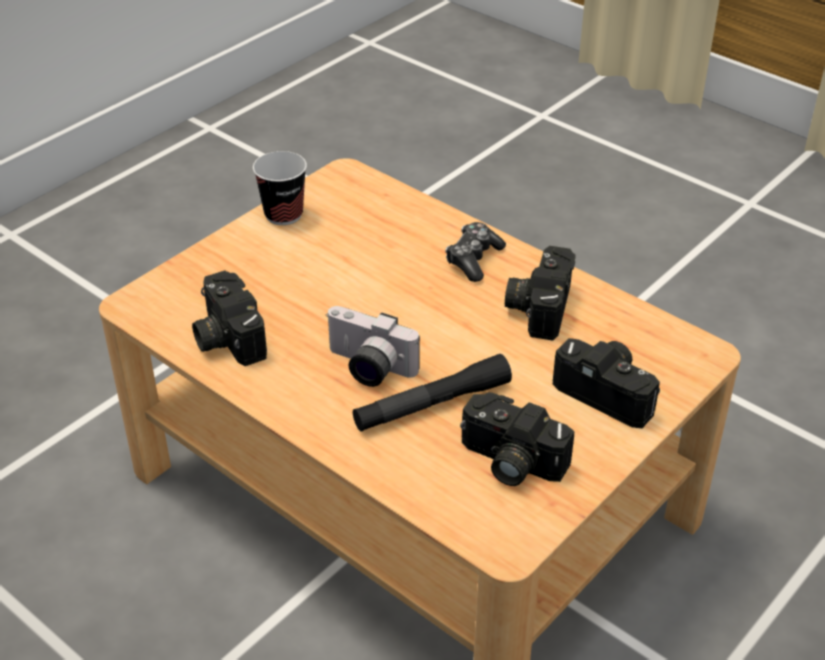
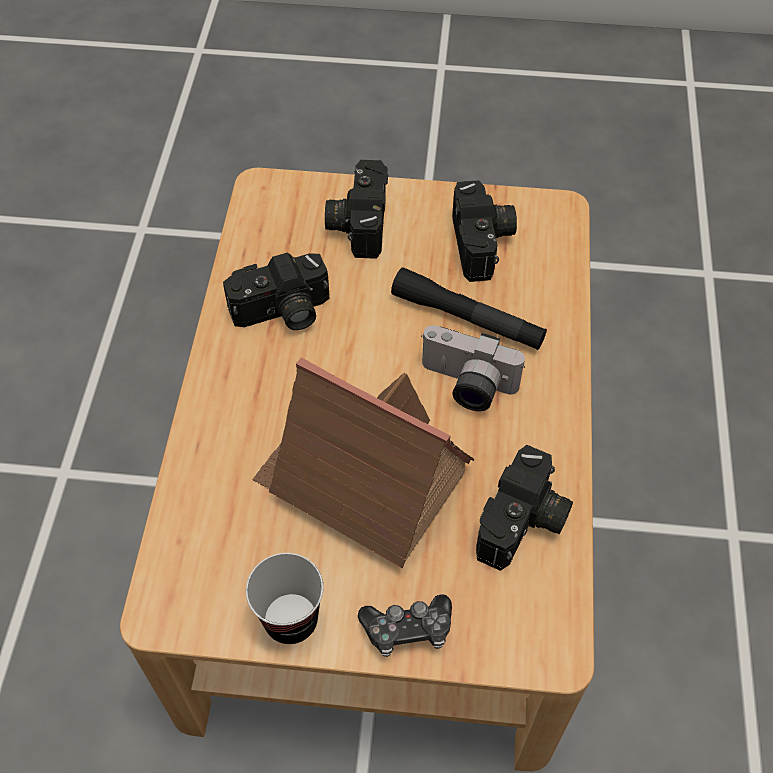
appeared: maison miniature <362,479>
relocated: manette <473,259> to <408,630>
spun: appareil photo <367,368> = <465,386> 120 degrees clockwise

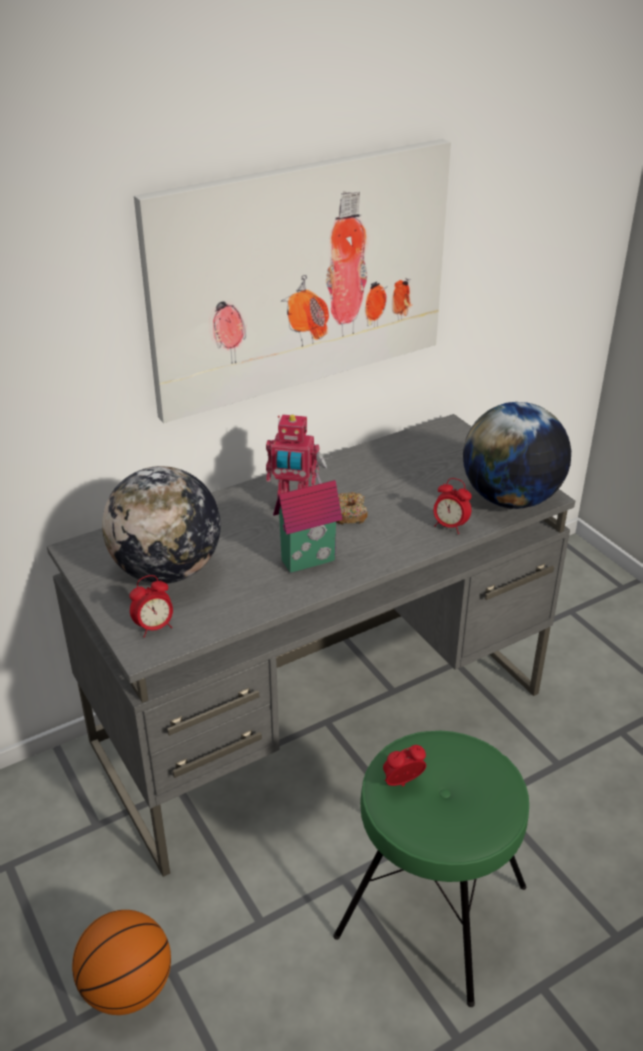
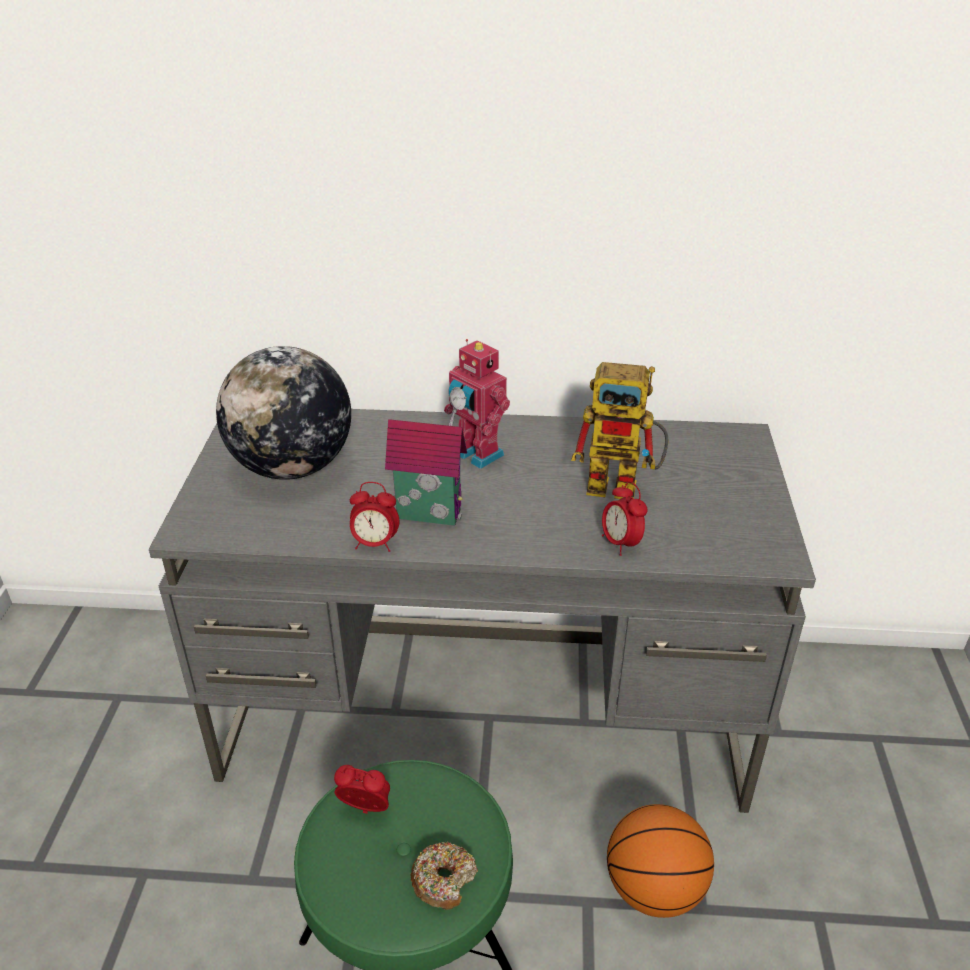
missing: tableau <300,277>; globe <511,499>
appeared: robot jouet <624,485>
relocated: réveil <154,627> to <375,544>; beignet <348,514> to <444,880>; ballon de basket <127,987> to <654,889>

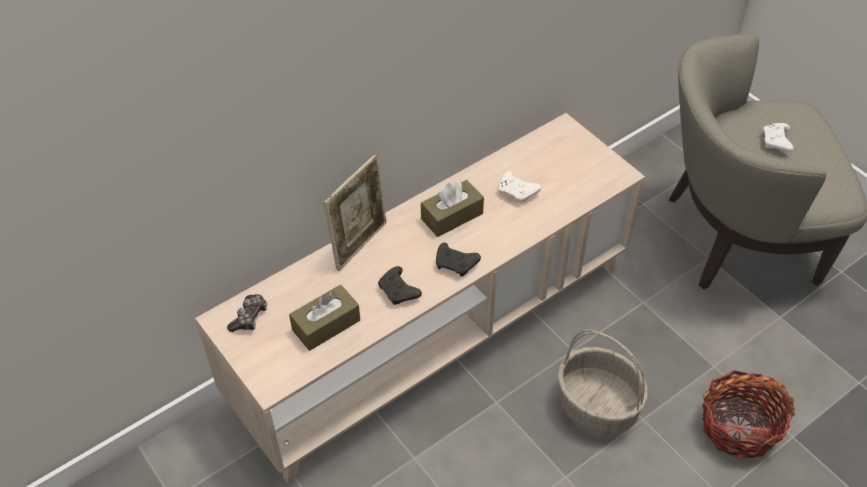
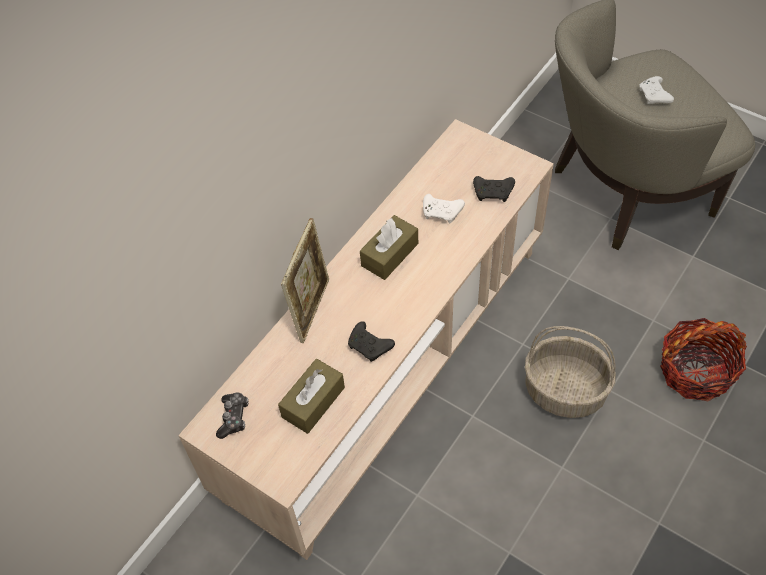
relocated: manette/noir <456,264> to <493,193>

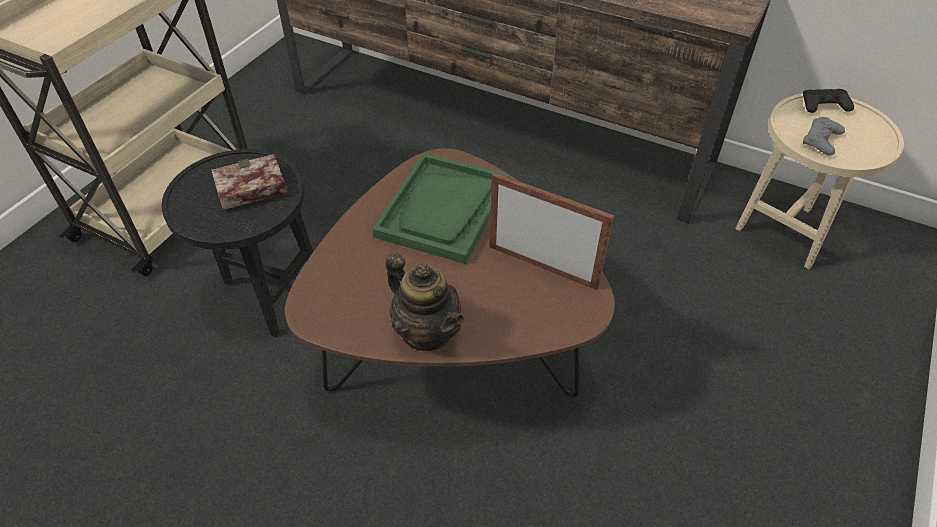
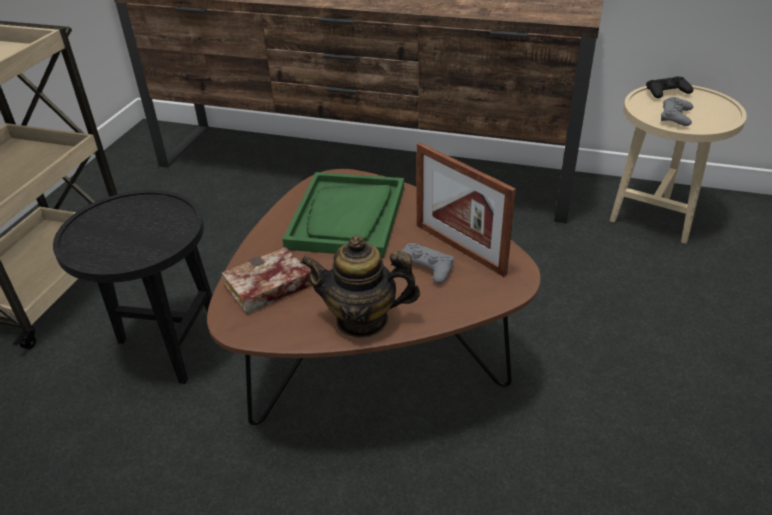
appeared: manette/gris <425,268>
relocated: livre <248,190> to <266,289>
spun: théière <427,331> = <362,320> 150 degrees clockwise; cadre photo <542,266> = <459,249> 150 degrees counterclockwise

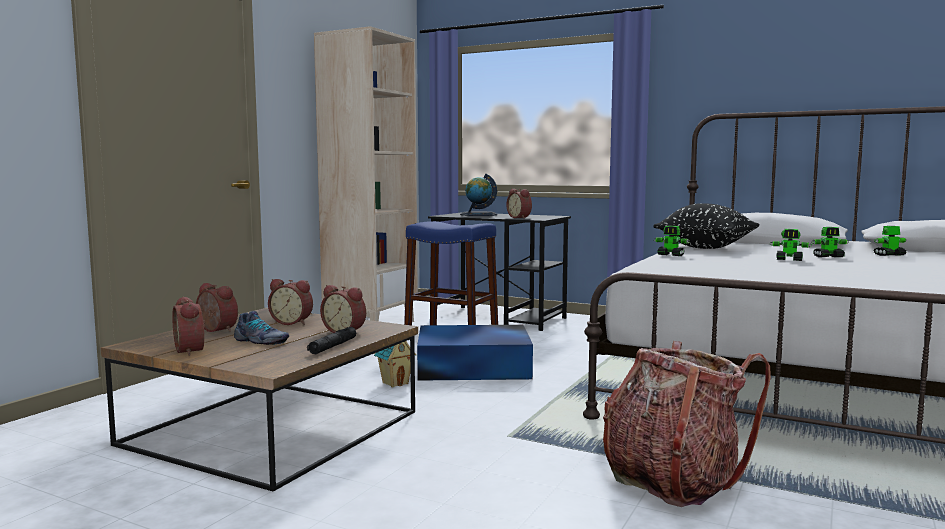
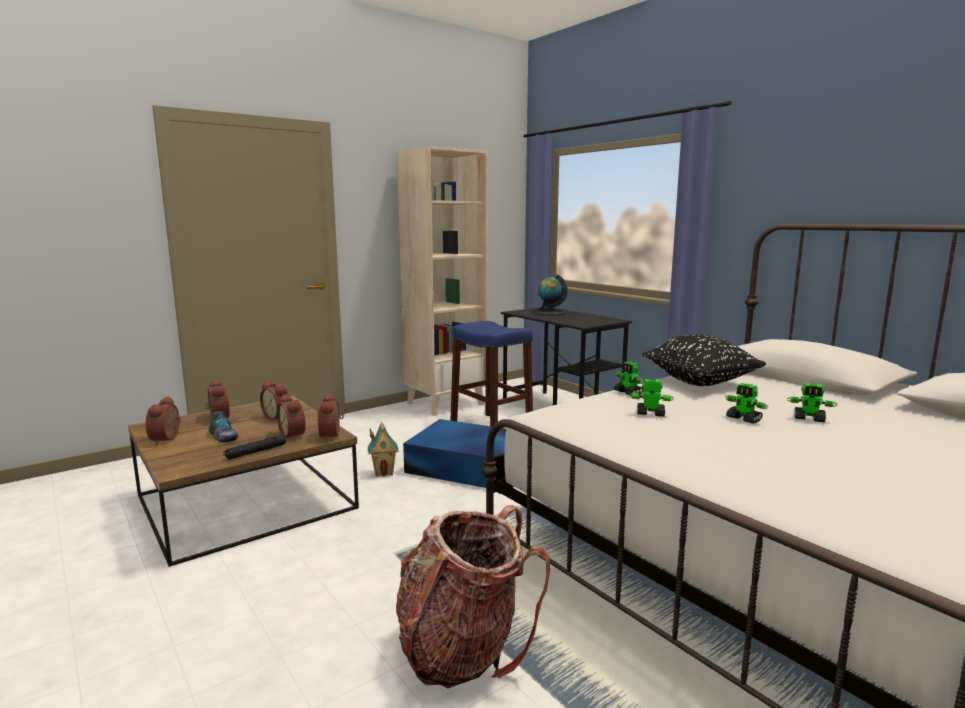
relocated: réveil <520,218> to <332,435>; robot jouet <889,255> to <650,414>

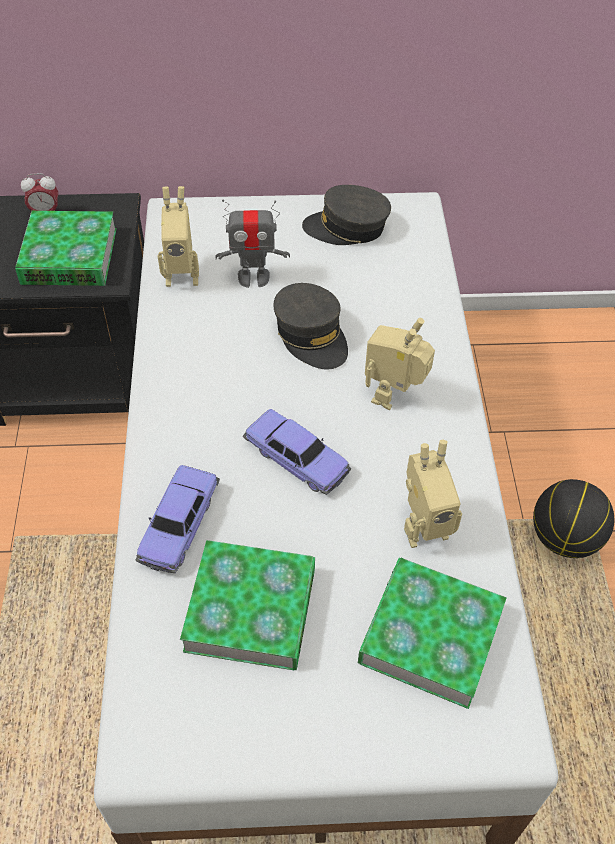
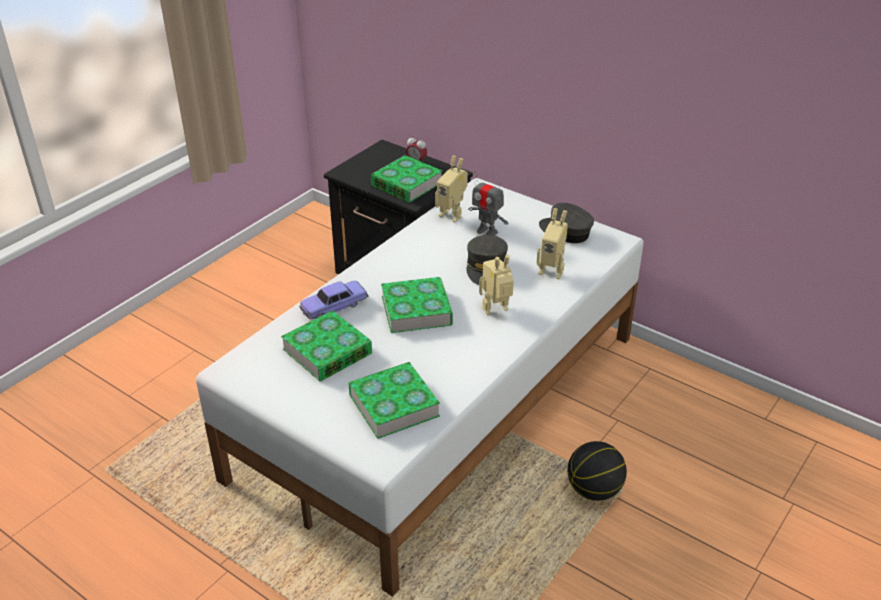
relocated: robot jouet <423,527> to <552,271>
exchanged: petite voiture <296,459> to livre <416,310>

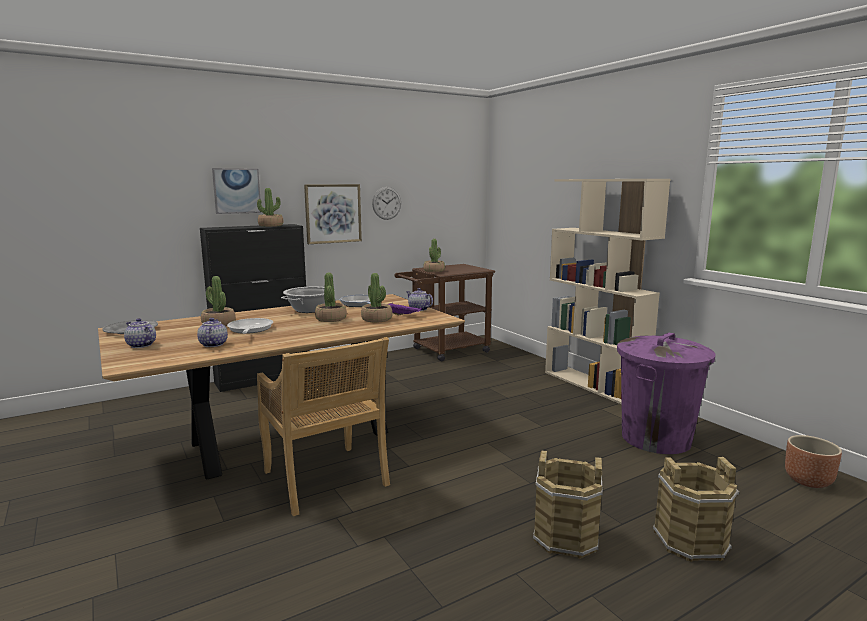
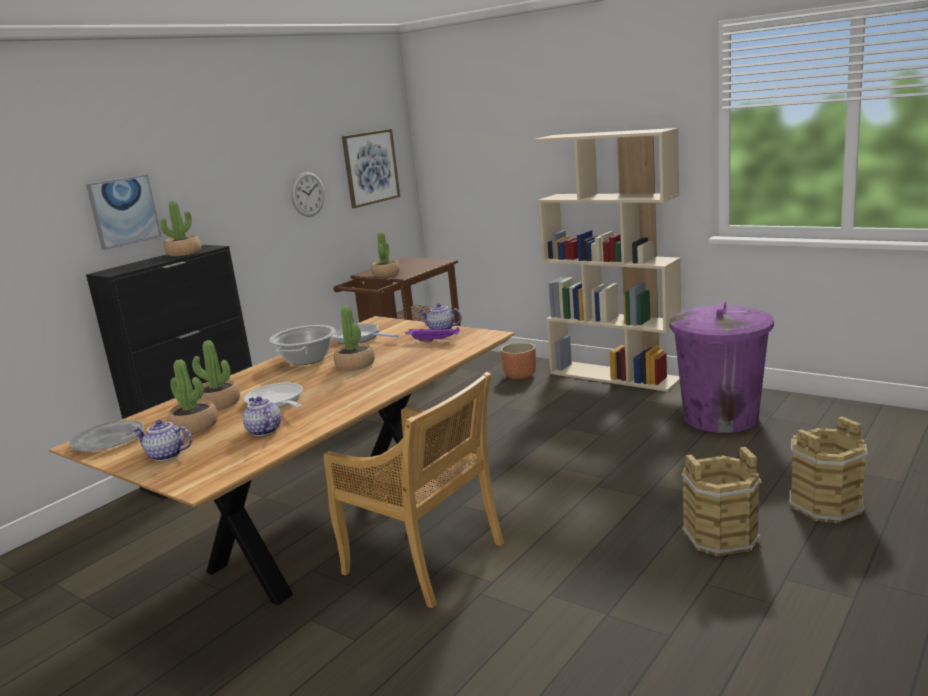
relocated: plante en pot <377,319> to <195,426>; tableau <333,213> to <370,167>; cache-pot/marron <808,481> to <520,376>

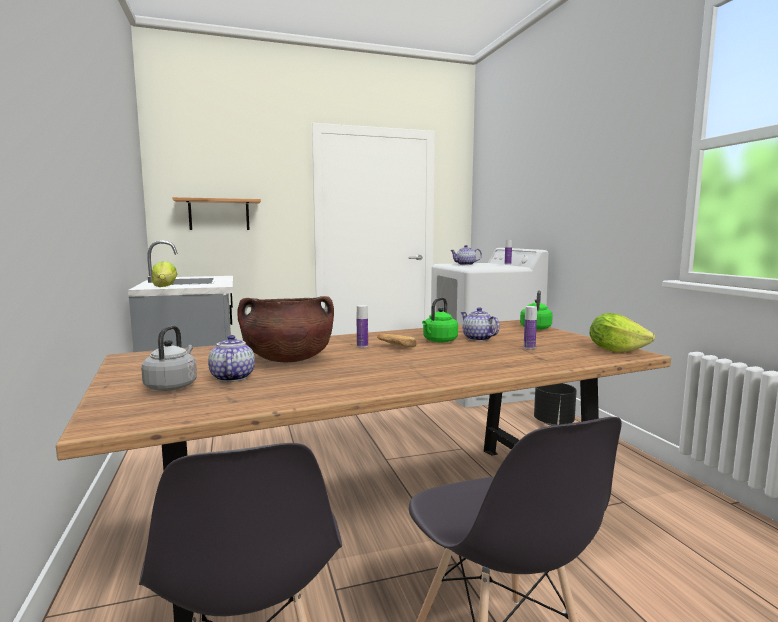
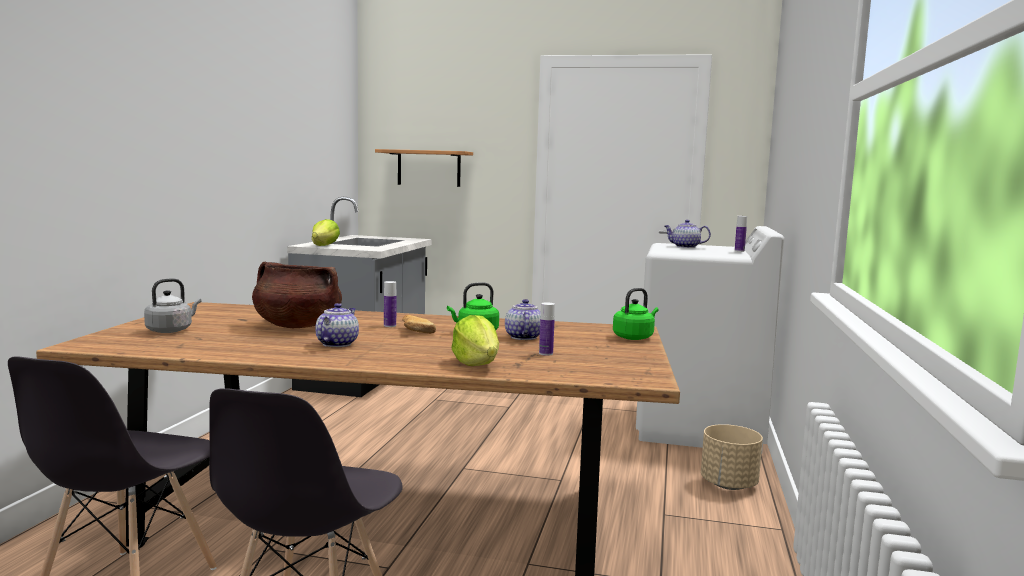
relocated: théière <231,377> to <336,344>; laitue <616,350> to <476,364>
colour: cache-pot/noir <554,423> to cache-pot/beige <729,485>

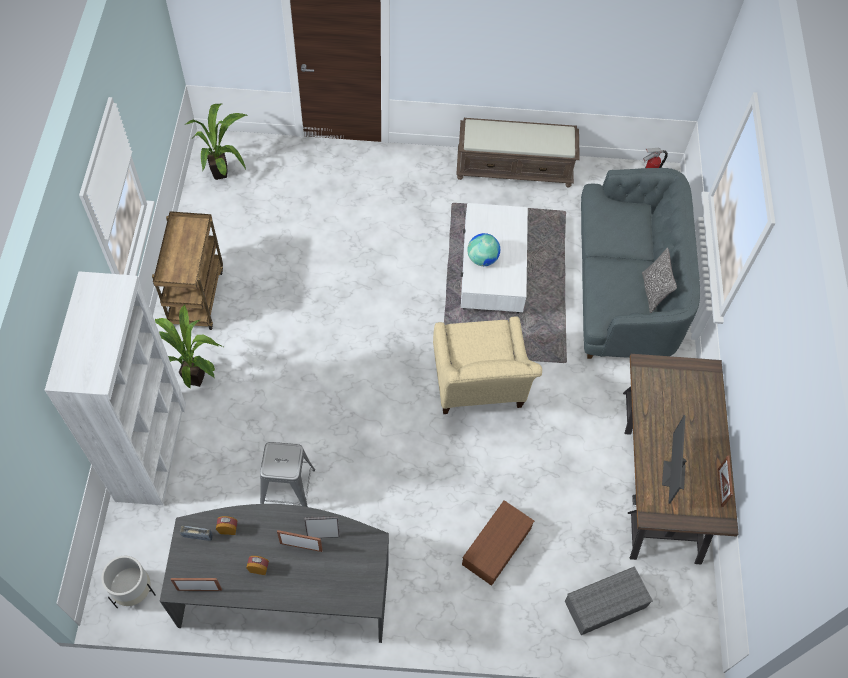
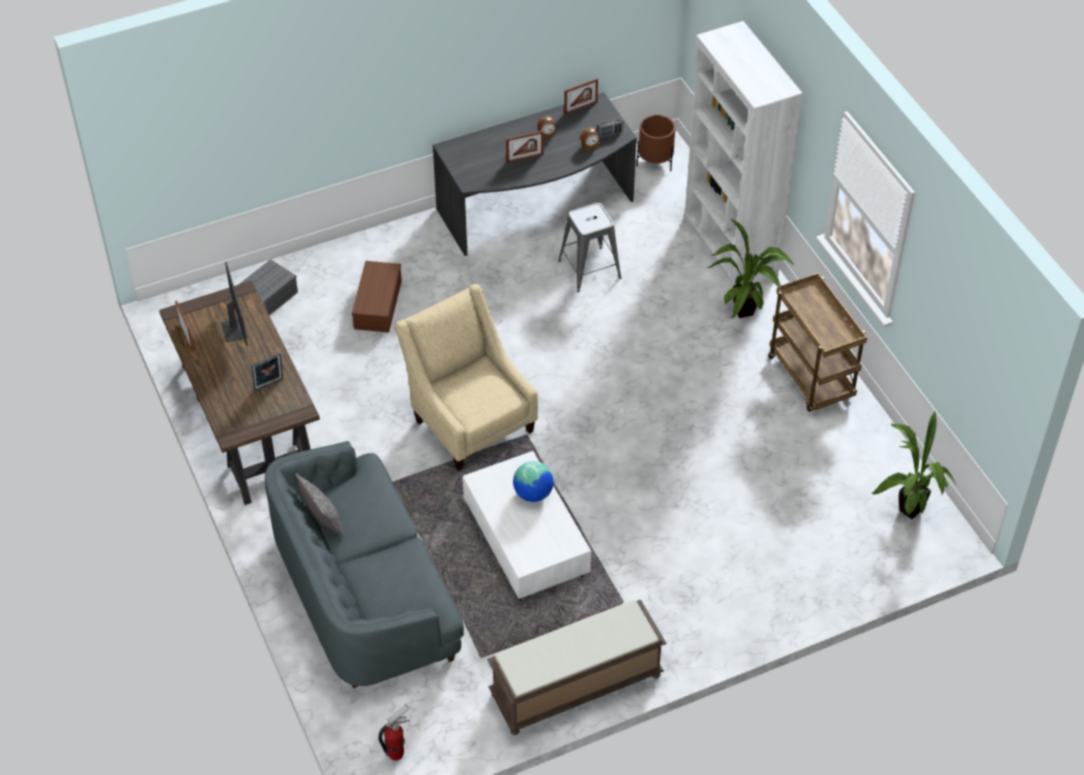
relocated: cadre photo <323,534> to <269,386>
colour: cache-pot/blanc <134,591> to cache-pot/marron <655,162>

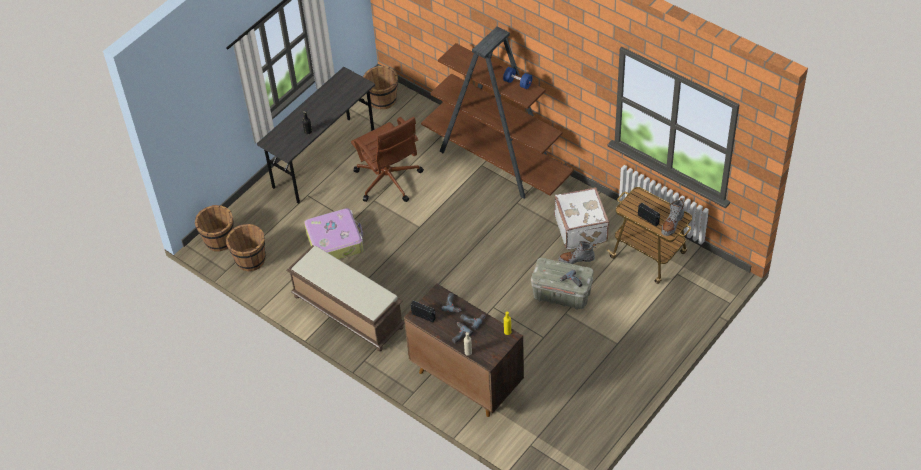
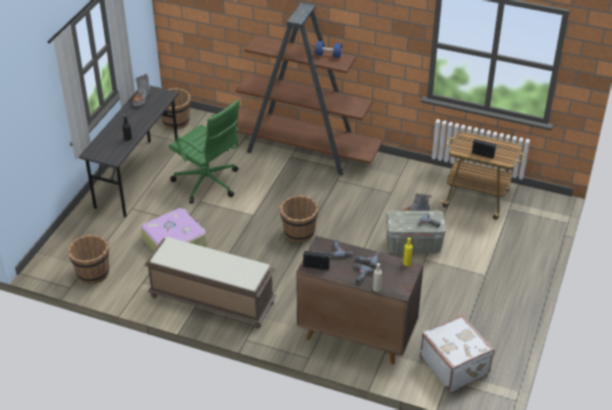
relocated: botte/gris <672,224> to <141,98>; seau/marron <219,240> to <299,233>; valise/blanc <581,228> to <455,365>
colour: chaise de bureau/marron <389,181> to chaise de bureau/vert <208,183>

